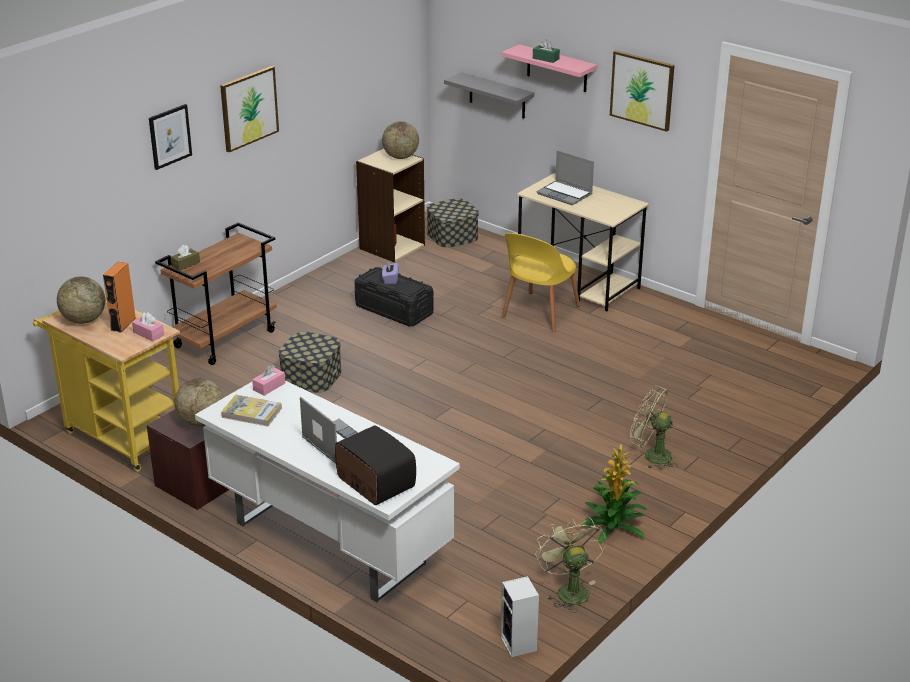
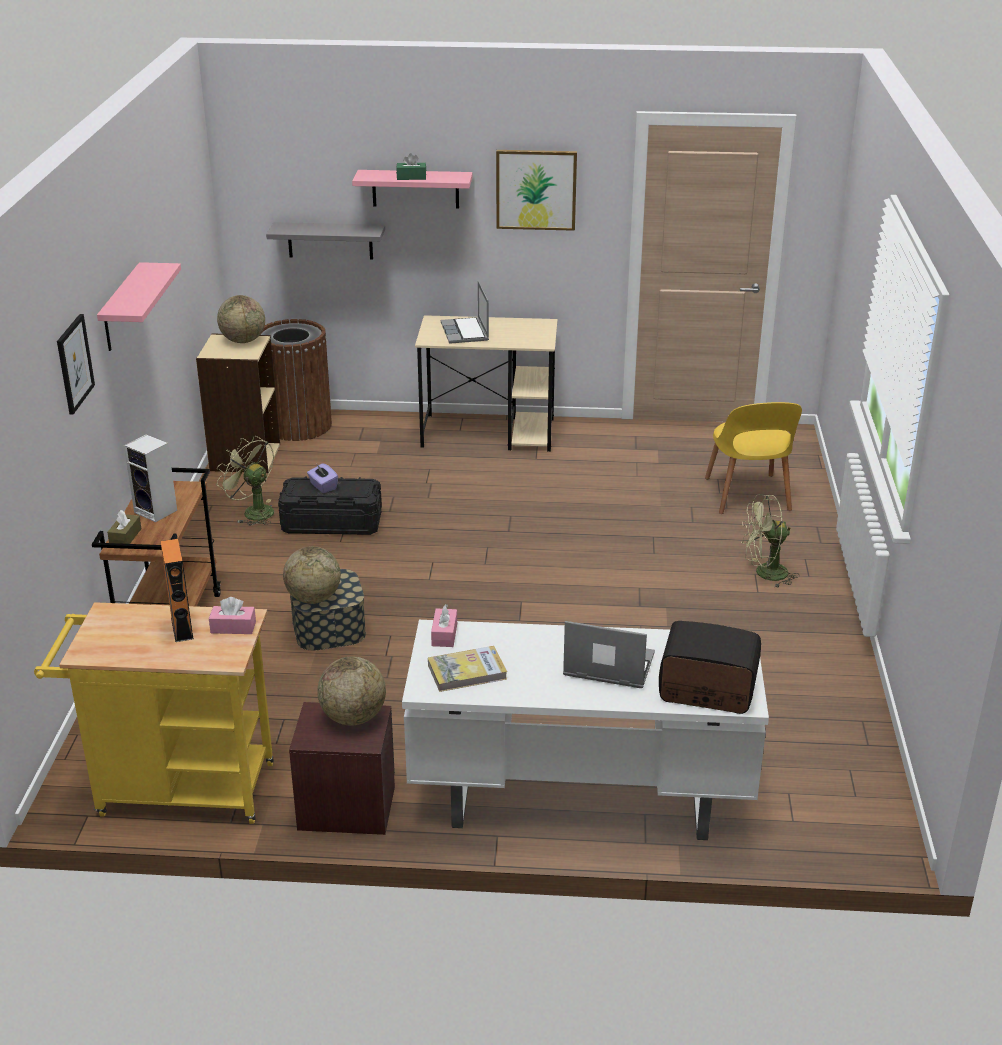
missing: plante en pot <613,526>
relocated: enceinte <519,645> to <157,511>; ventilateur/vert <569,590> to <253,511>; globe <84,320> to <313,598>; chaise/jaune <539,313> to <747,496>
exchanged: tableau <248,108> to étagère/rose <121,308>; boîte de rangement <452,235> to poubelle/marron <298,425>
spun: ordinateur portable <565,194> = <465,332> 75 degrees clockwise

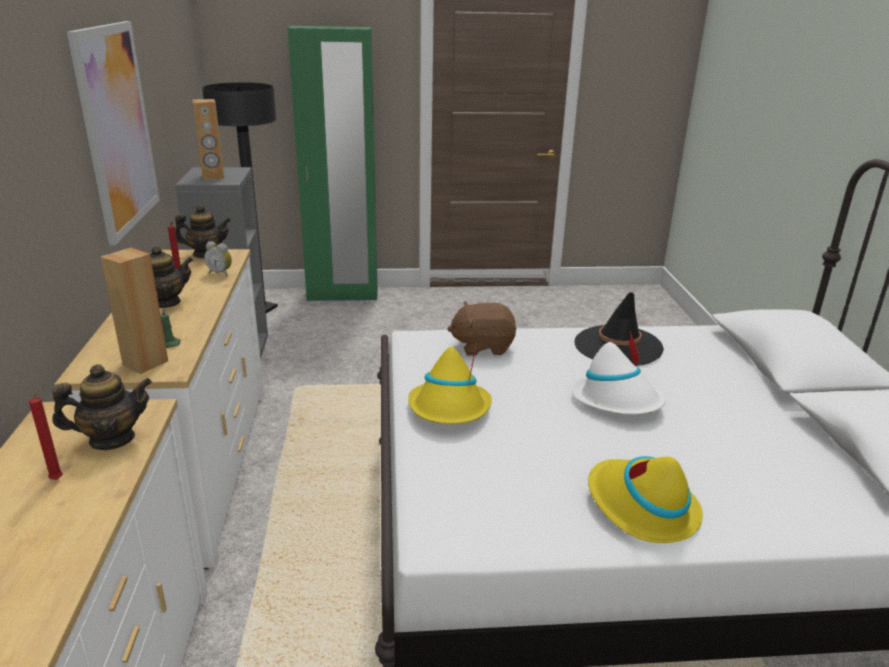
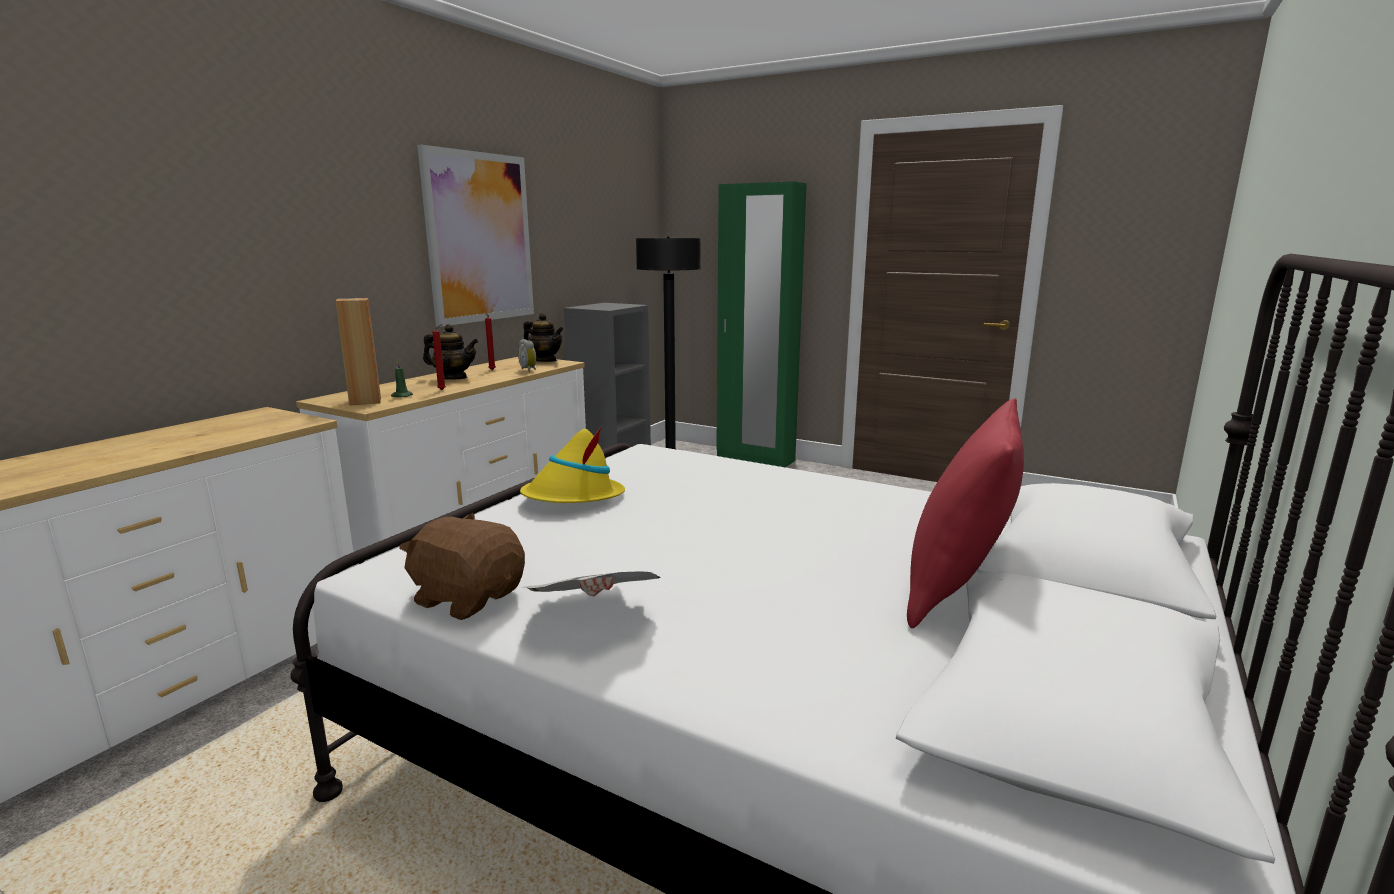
missing: théière <112,439>; enceinte/marron <213,177>; chapeau/blanc <617,400>; chapeau/noir <618,346>
appeared: coussin/rouge <957,591>
relocated: peluche/marron <482,346> to <468,598>; bougie/rouge <59,478> to <443,390>
exchanged: chapeau/jaune <641,507> to journal <594,616>

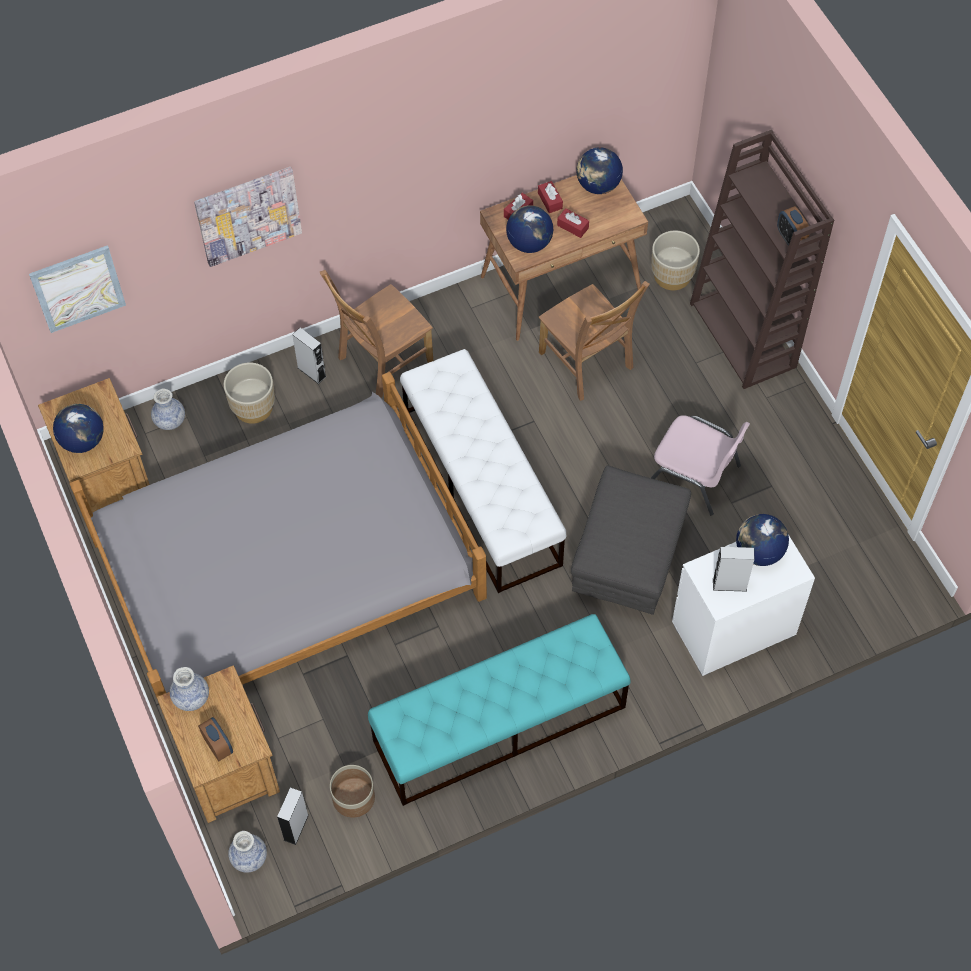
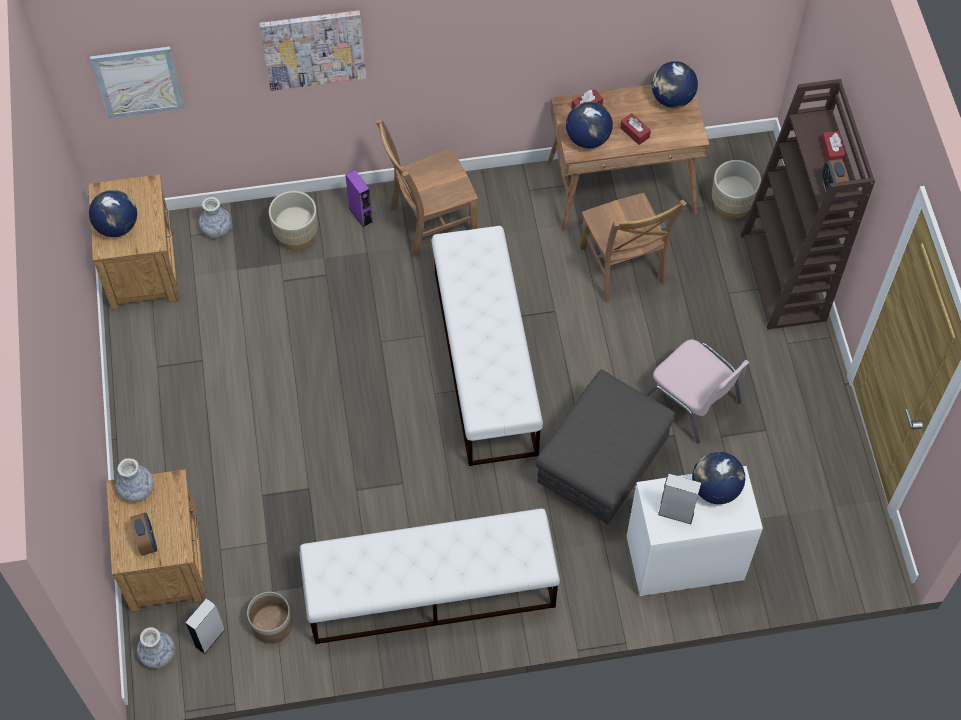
missing: lit/gris <288,567>
relocated: boîte à mouchoirs/rouge <550,200> to <832,151>
colour: banc/turquoise <498,724> to banc/blanc <429,591>; enceinte/gris <312,372> to enceinte/violet <360,215>

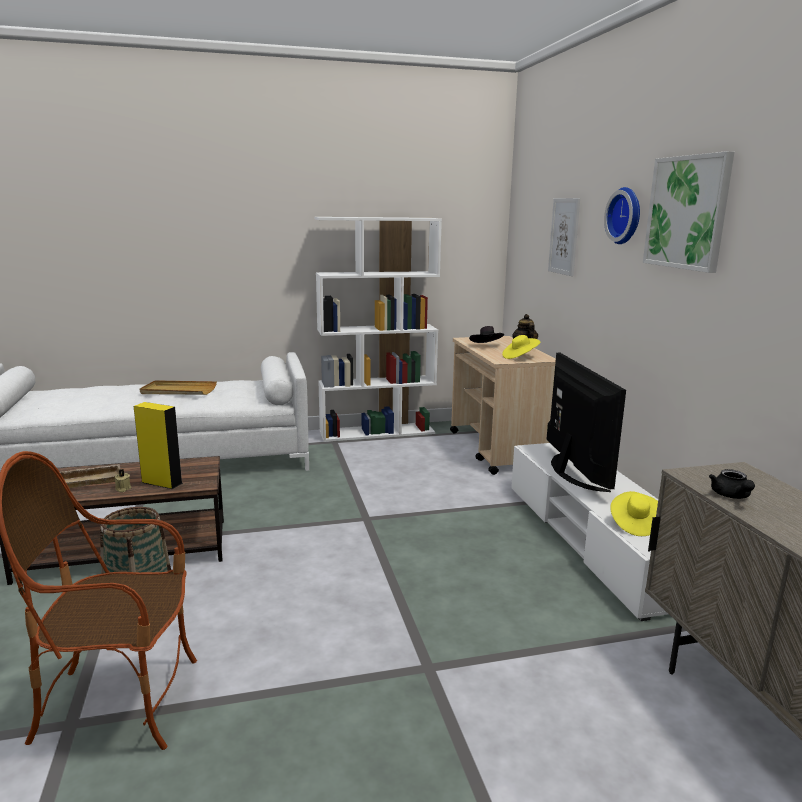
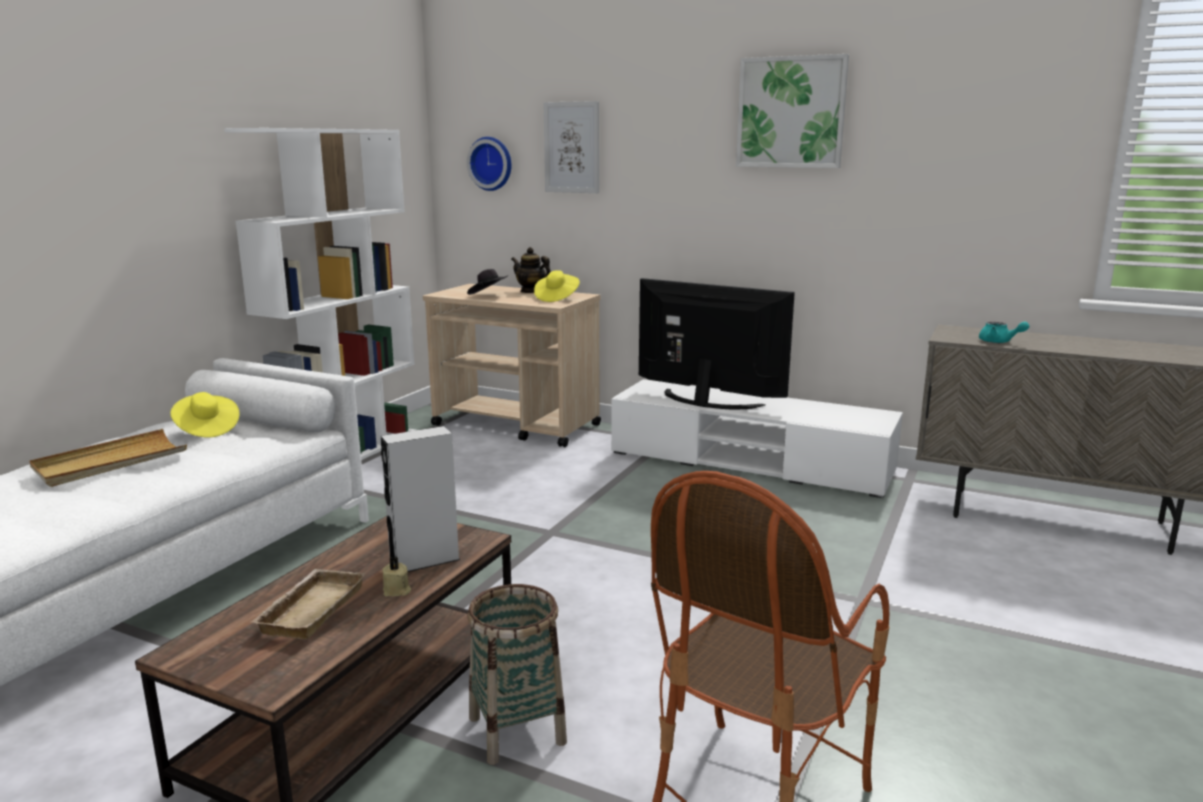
relocated: chapeau/jaune <635,524> to <206,429>; horloge murale <626,216> to <491,163>
colour: enceinte/jaune <161,482> to enceinte/gris <424,561>; théière/noir <731,496> to théière/turquoise <999,342>

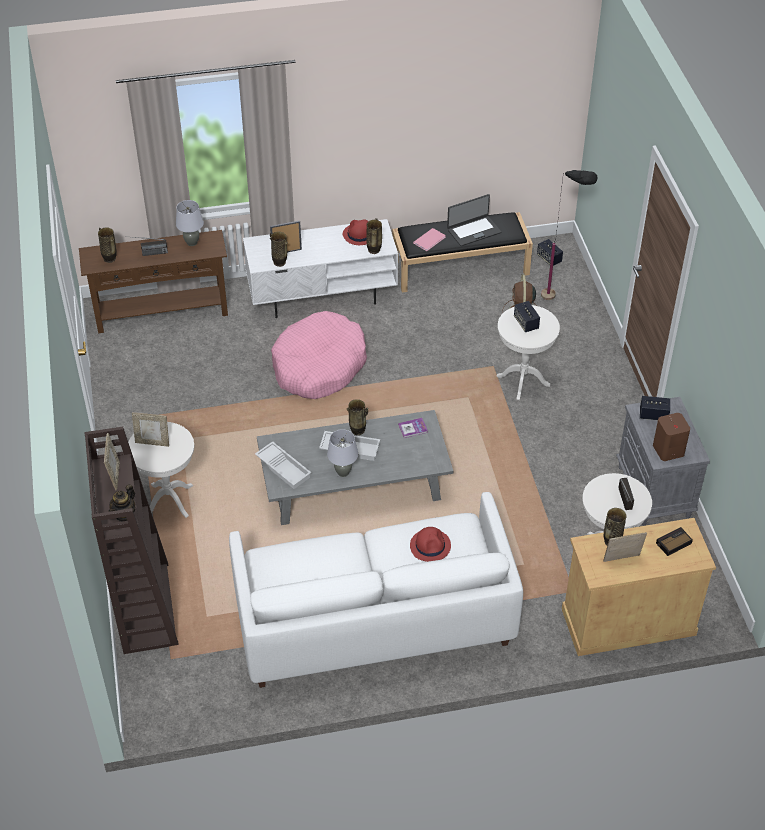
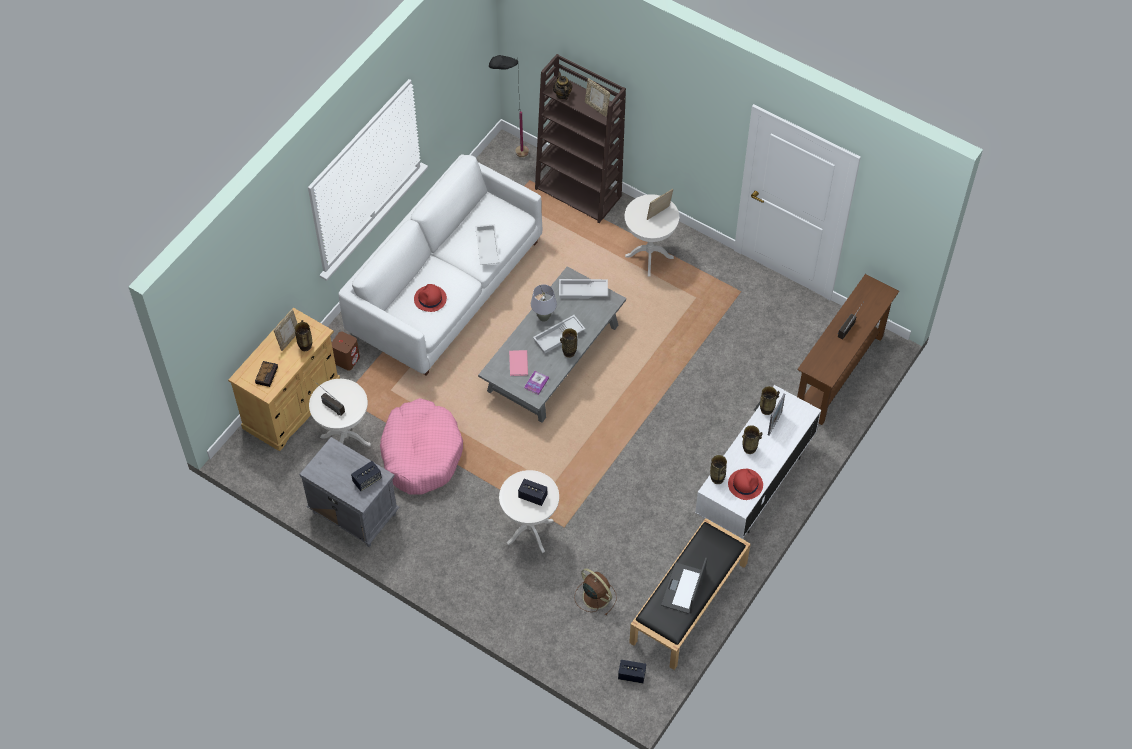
missing: lampe de table/gris <192,243>
appeared: plateau/blanc <487,247>
relocated: enceinte/marron <668,450> to <346,359>; panier pour chien/rose <319,366> to <421,453>; lampadaire/noir <560,301> to <511,158>; livre/rose <430,240> to <517,364>; vase <109,259> to <749,449>

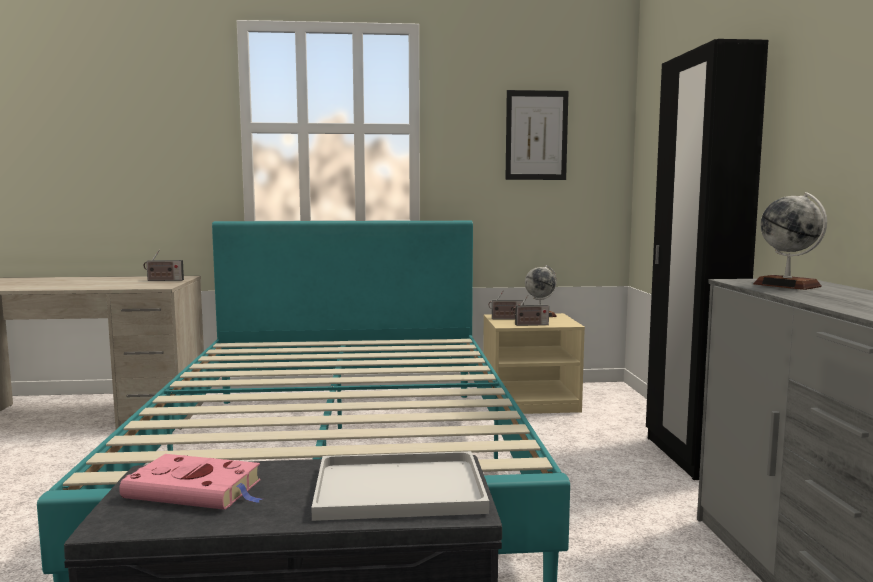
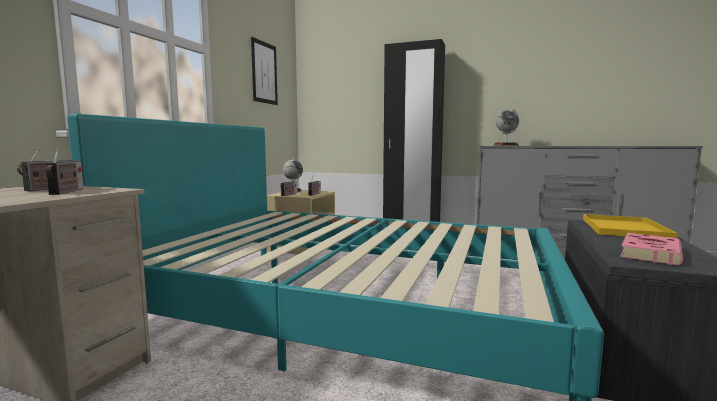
appeared: radio <66,192>
colour: plateau/blanc <395,489> to plateau/jaune <625,228>

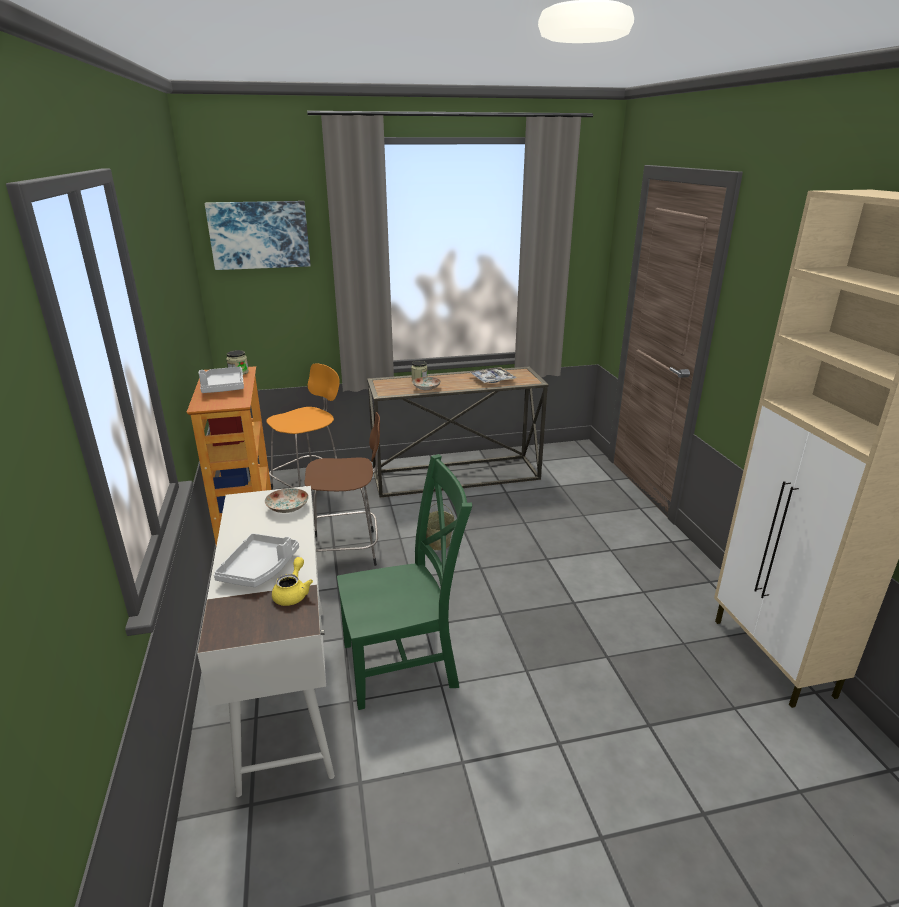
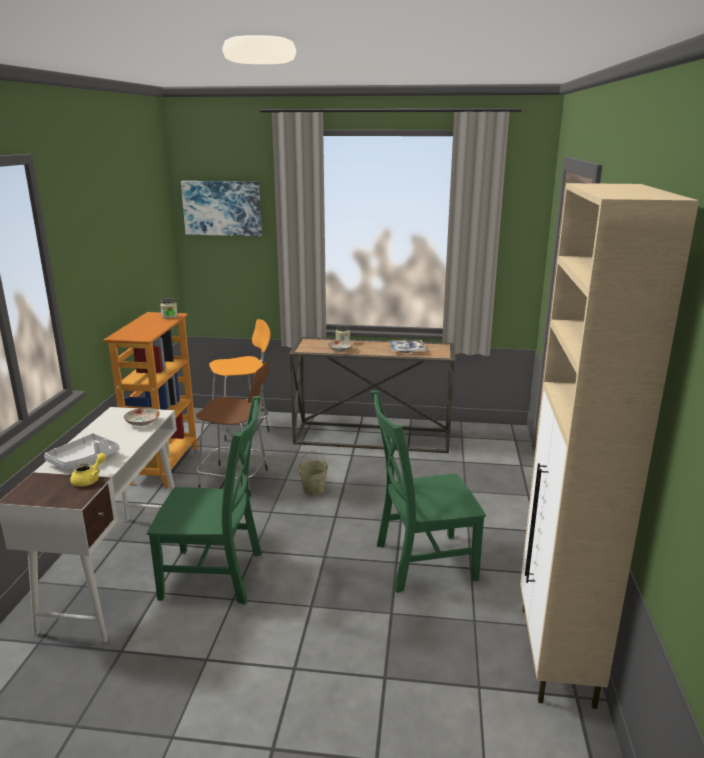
missing: plateau/gris <223,387>
appeared: chaise/vert <420,562>

